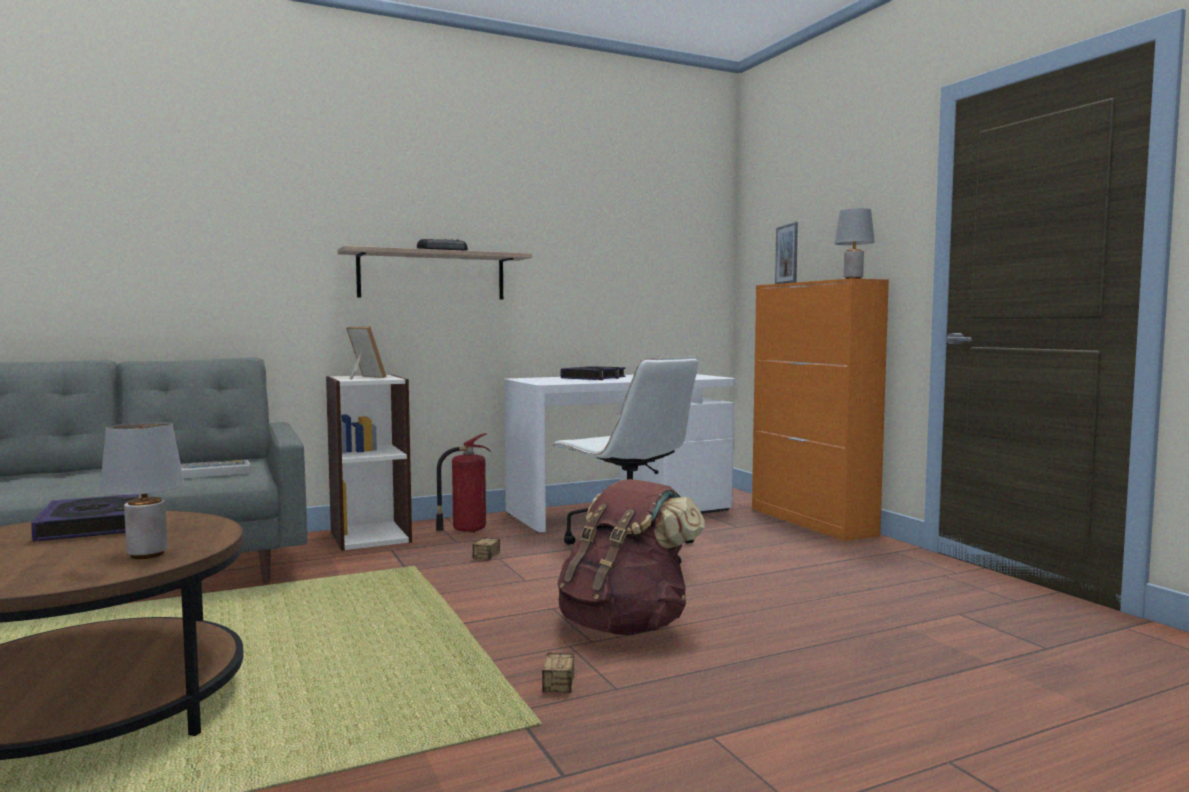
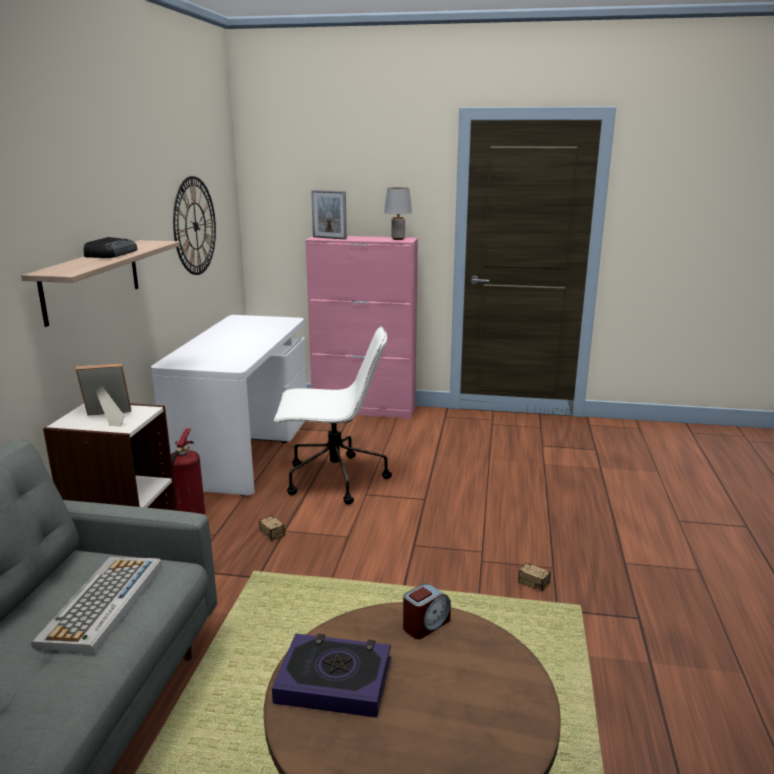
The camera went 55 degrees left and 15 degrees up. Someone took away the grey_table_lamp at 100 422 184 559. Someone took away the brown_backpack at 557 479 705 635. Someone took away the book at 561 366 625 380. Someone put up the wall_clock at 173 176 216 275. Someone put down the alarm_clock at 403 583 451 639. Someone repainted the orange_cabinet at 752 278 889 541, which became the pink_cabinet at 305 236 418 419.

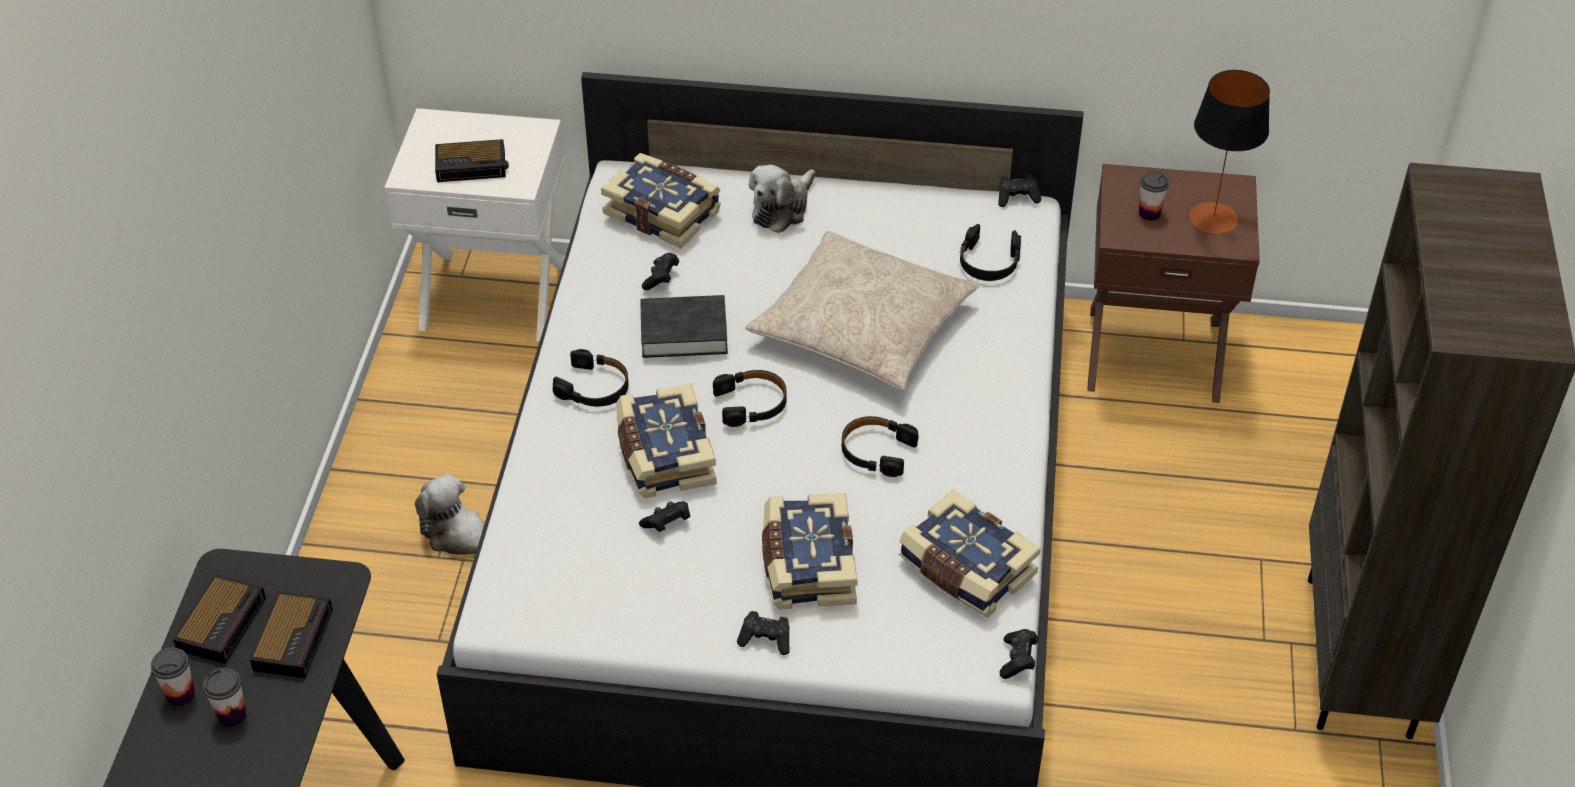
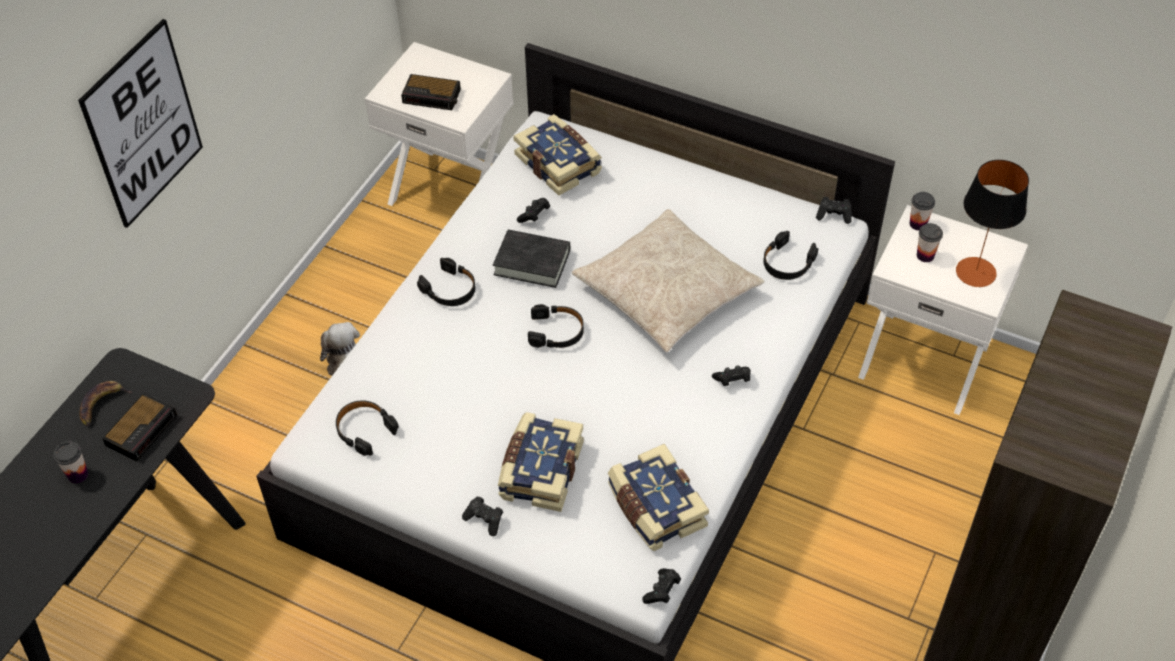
The camera went 20 degrees right and 5 degrees up. Someone took away the book at 616 383 717 498. Someone took away the plush_toy at 749 165 815 233. Someone put up the picture at 78 19 203 228. Someone carried the cup from 151 647 195 706 to 910 192 935 231. Someone carried the black_game_controller from 639 501 690 532 to 712 365 751 386. Someone carried the black_headphones from 842 416 918 477 to 336 400 399 456. Someone swapped the alarm_clock at 173 574 266 664 for the banana at 79 381 133 426. Someone repainted the brown_nightstand at 1087 164 1260 403, which became the white_nightstand at 858 205 1028 415.

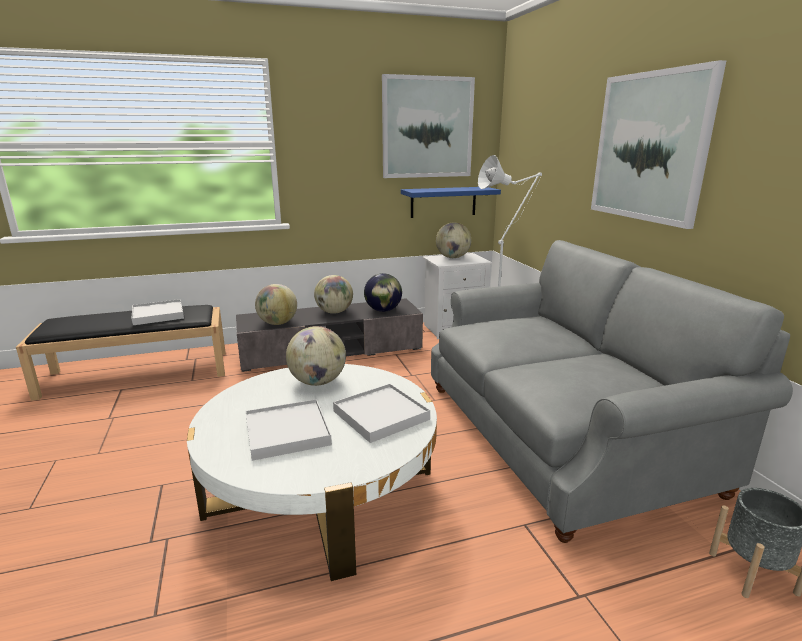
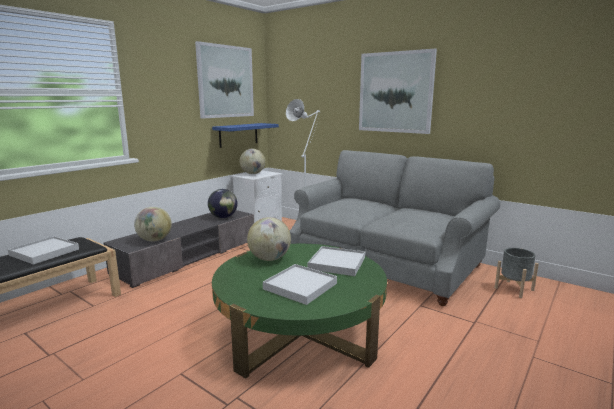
The camera went 35 degrees left and 5 degrees down. Someone took away the globe at 314 275 353 314. Someone repainted the white_coffee_table at 187 364 437 581, which became the green_coffee_table at 212 244 387 378.

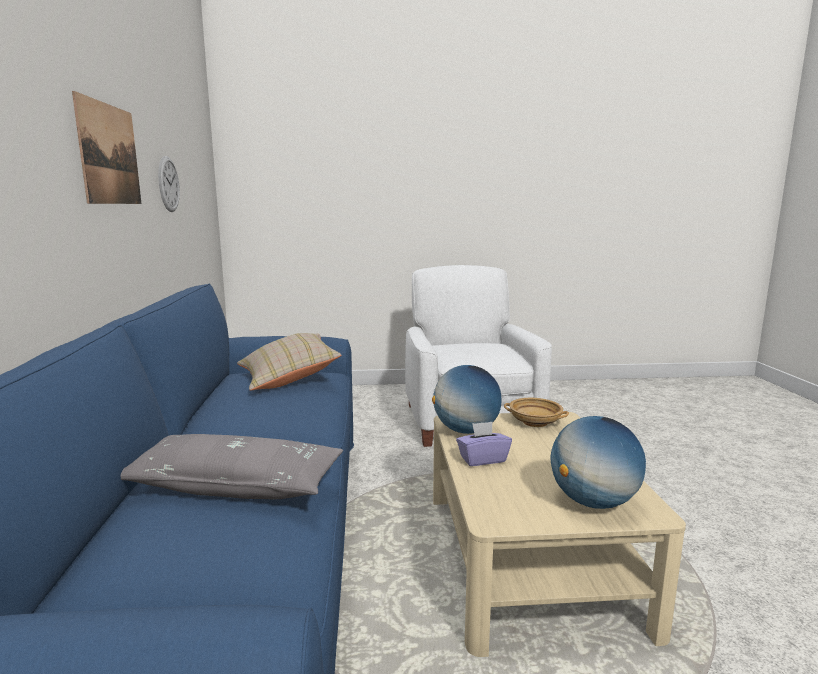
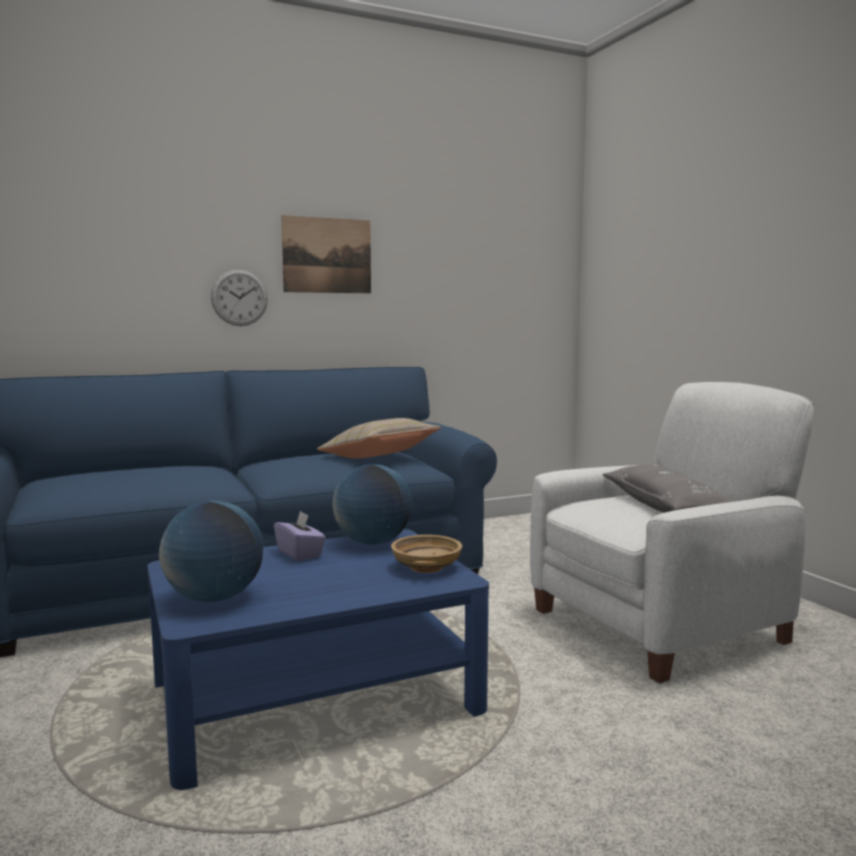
The camera went 70 degrees right and 5 degrees down. Someone carried the grey_pillow from 121 434 343 500 to 602 465 735 513. Someone carried the wall_clock from 158 156 180 212 to 211 269 268 326. Someone repainted the beige_coffee_table at 433 412 686 657, which became the blue_coffee_table at 147 529 489 790.

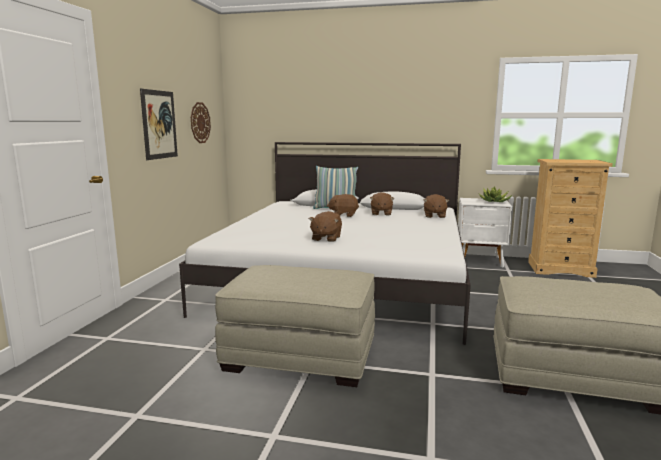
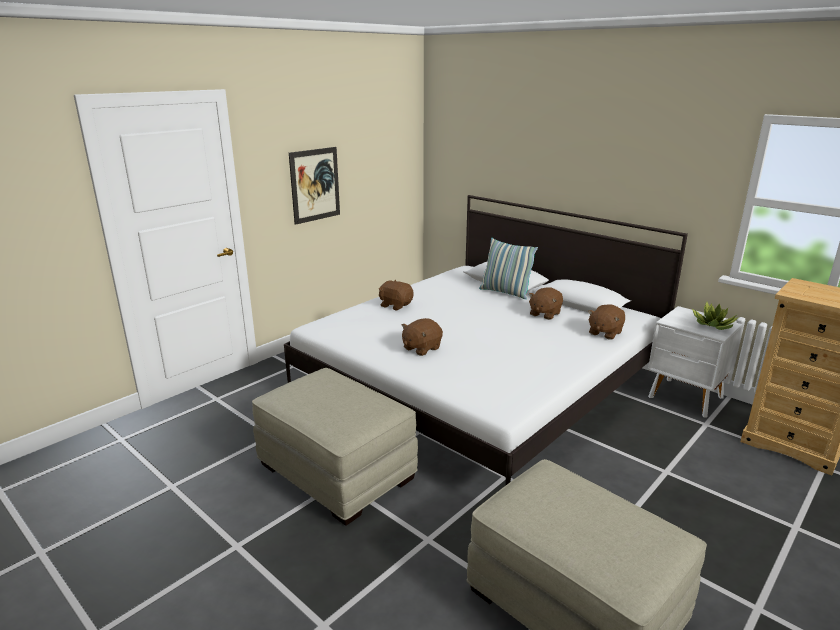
The camera went 30 degrees right and 10 degrees up. Someone took away the wall_clock at 191 102 211 143. Someone carried the brown_plush_toy from 327 194 359 217 to 379 280 414 311.

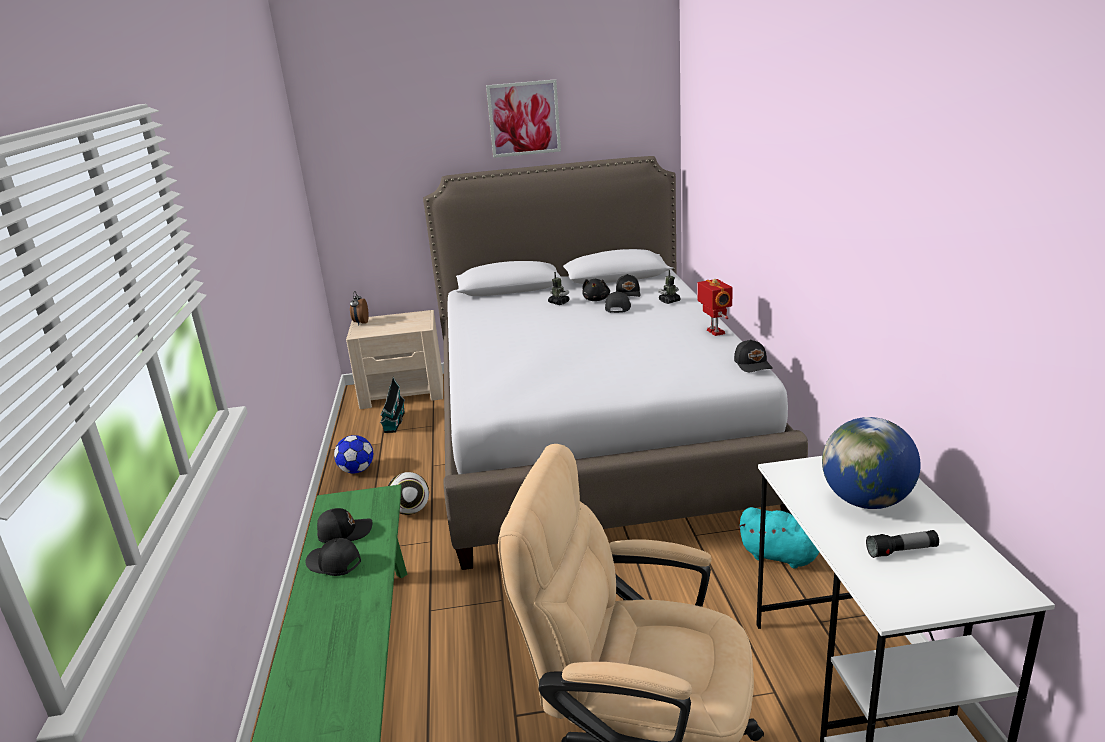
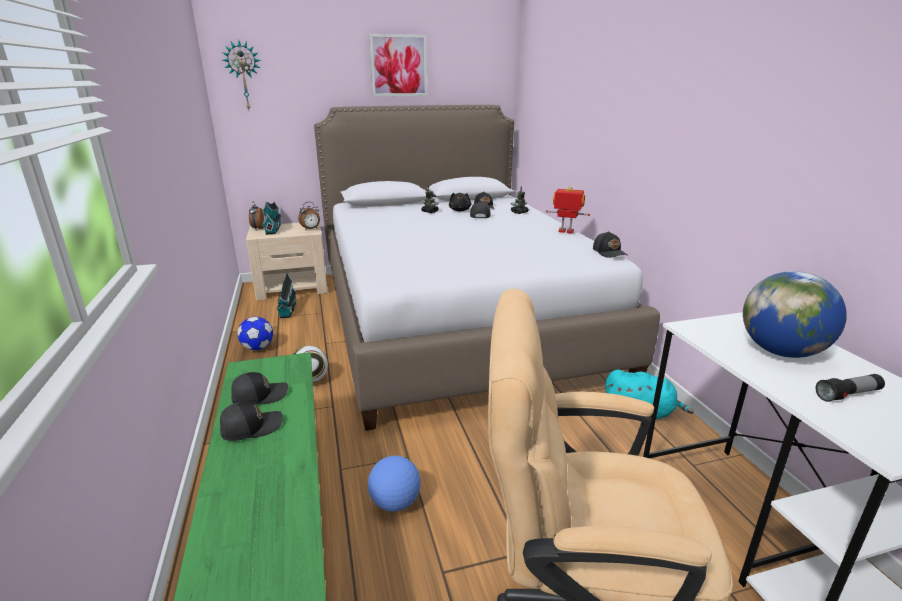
The camera went 10 degrees left and 0 degrees up. Someone put up the wall_clock at 222 40 261 110. Someone put down the toy_house at 262 202 282 235. Someone put down the alarm_clock at 298 202 320 229. Someone put down the football at 368 456 421 512. Someone rotated the black_cap at 305 538 361 576 by 135 degrees clockwise. Someone rotated the toy_robot at 698 279 733 336 by 45 degrees counterclockwise.

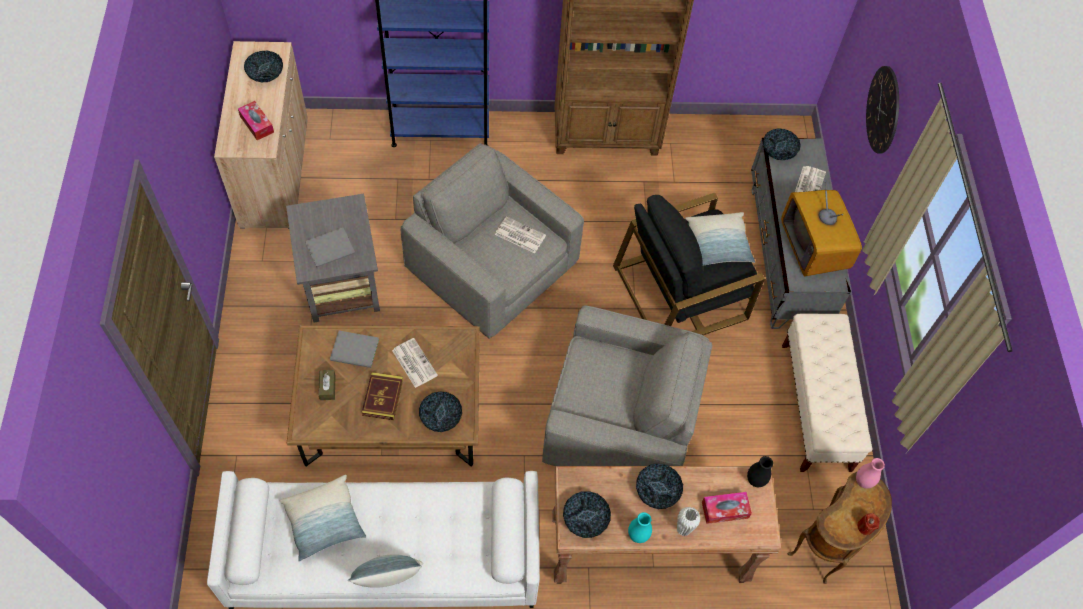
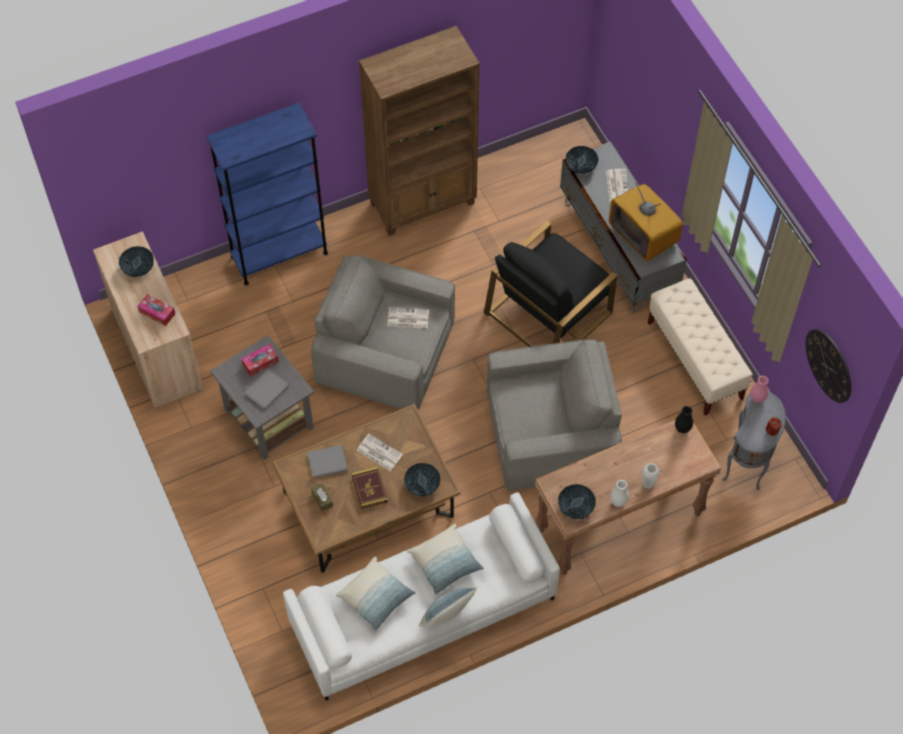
The camera went 20 degrees left and 0 degrees up. Someone took away the bowl at 636 464 683 509. Someone carried the pillow from 685 212 755 266 to 407 524 484 595. Someone carried the tissue_box from 702 492 752 524 to 241 344 279 376. Someone carried the wall_clock from 866 66 899 153 to 806 329 851 403. Someone repainted the turquoise_vase at 628 512 652 543, which became the white_vase at 610 480 629 507. Someone repainted the brown_side_table at 788 472 892 584, which became the grey_side_table at 722 392 786 490.

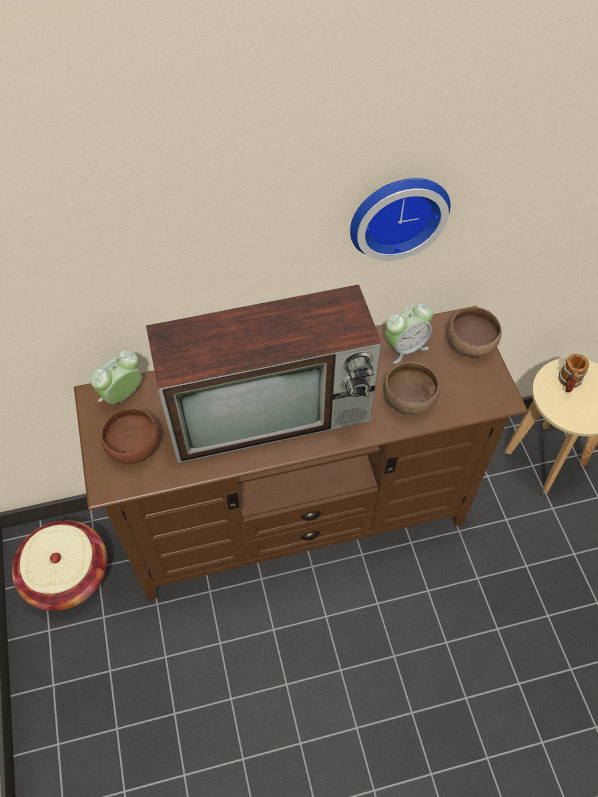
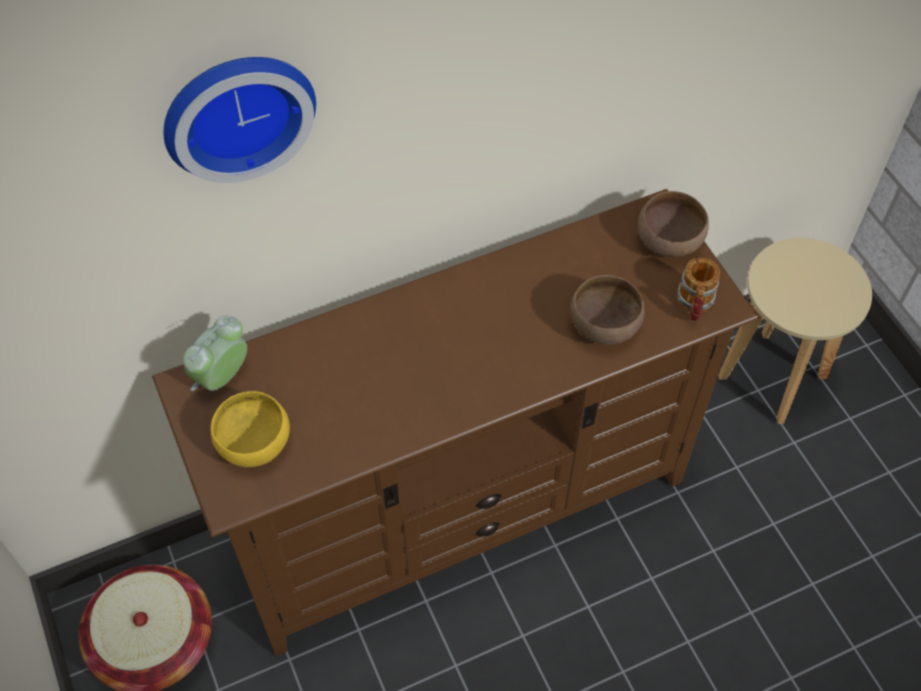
The camera went 10 degrees left and 0 degrees up. Someone took away the television at 146 285 382 463. Someone took away the alarm_clock at 385 304 433 364. Someone carried the wall_clock from 350 178 451 261 to 164 57 316 183. Someone carried the mug from 559 354 589 393 to 677 258 720 321. Someone repainted the brown_bowl at 101 408 160 464, which became the yellow_bowl at 211 391 290 467.

